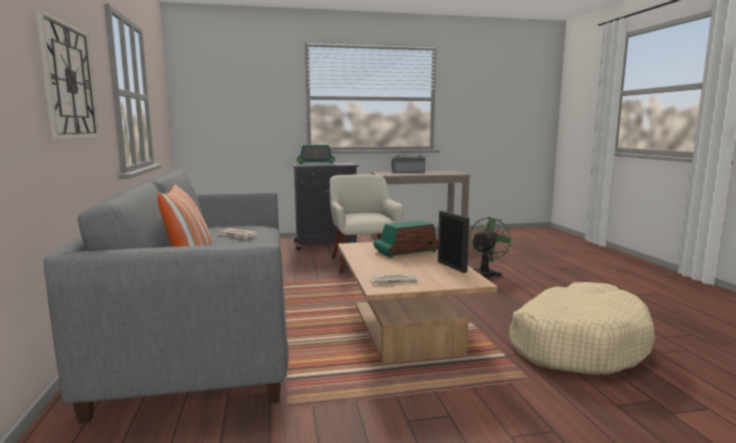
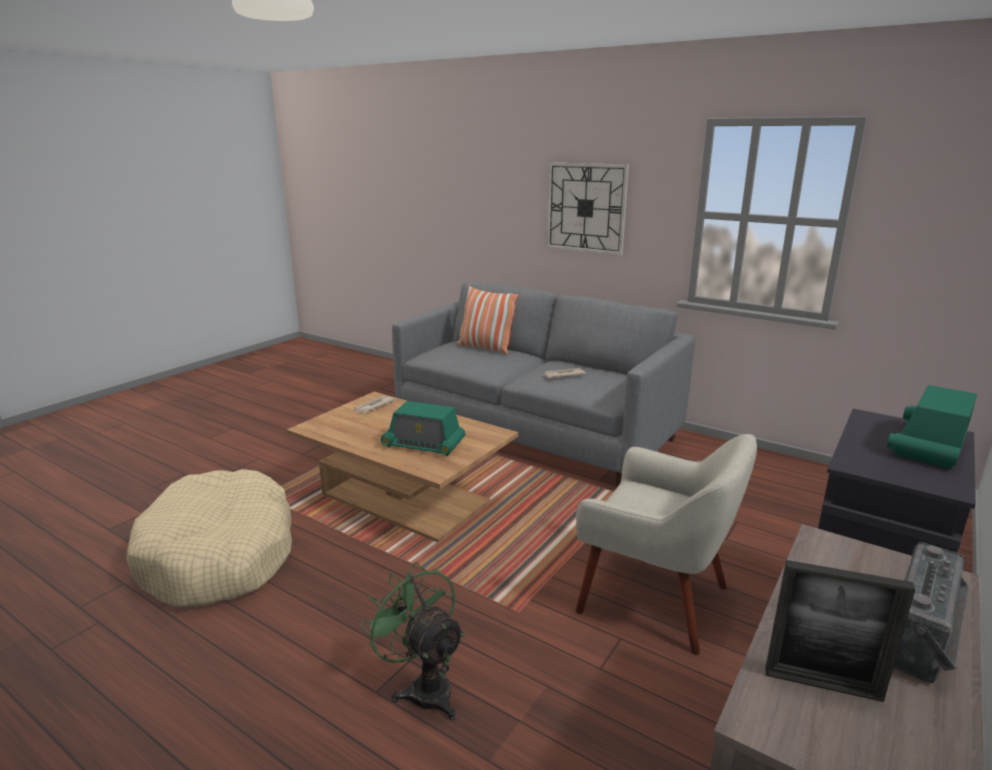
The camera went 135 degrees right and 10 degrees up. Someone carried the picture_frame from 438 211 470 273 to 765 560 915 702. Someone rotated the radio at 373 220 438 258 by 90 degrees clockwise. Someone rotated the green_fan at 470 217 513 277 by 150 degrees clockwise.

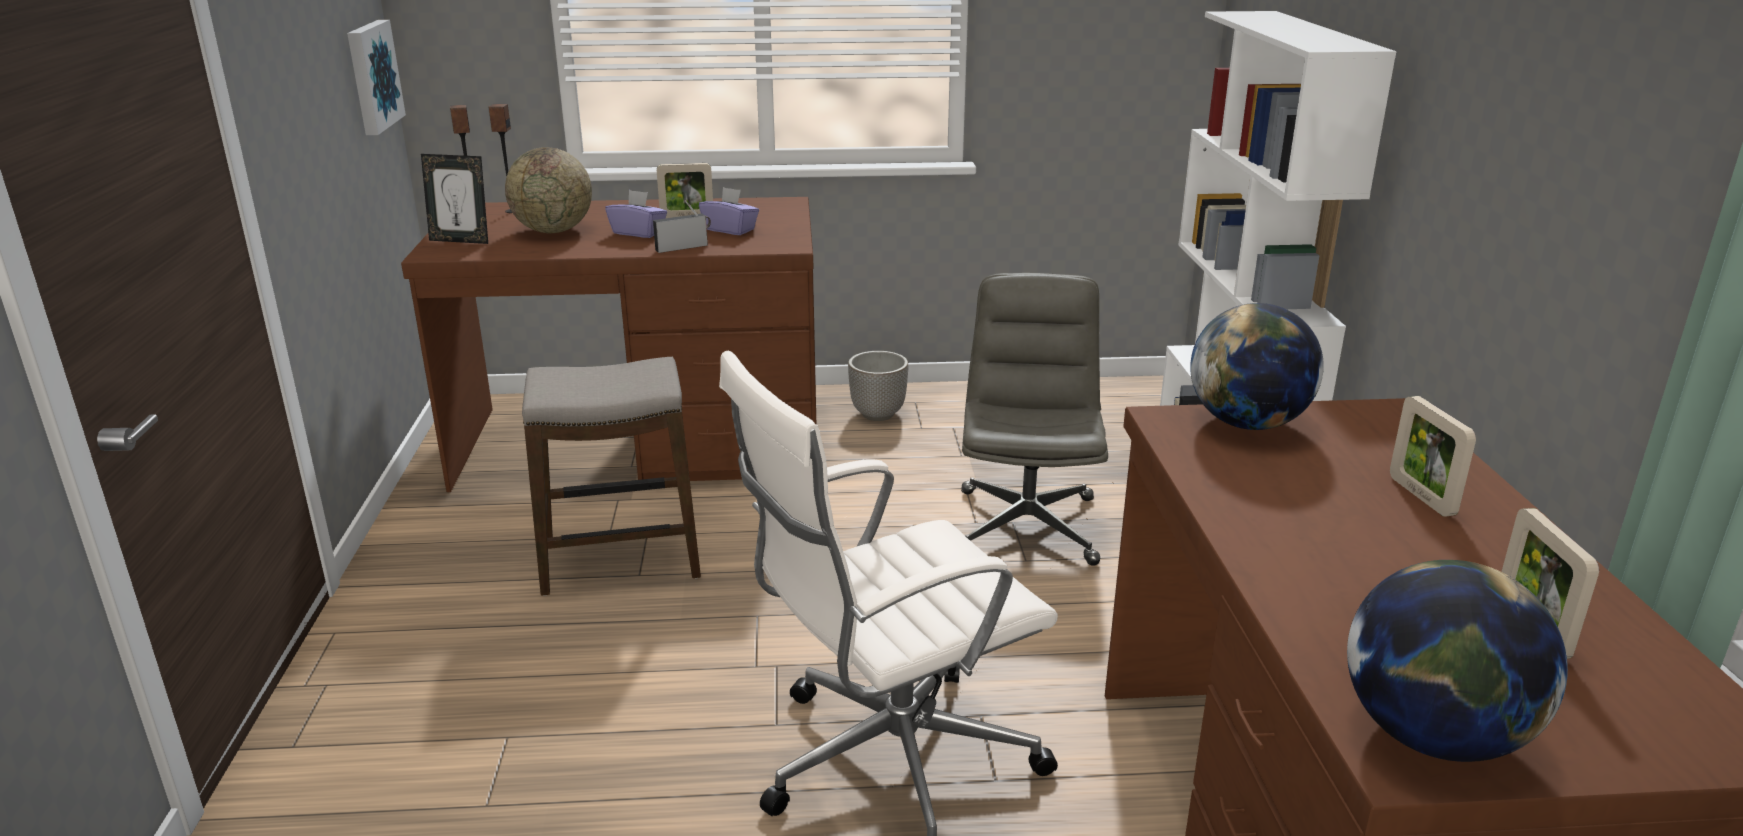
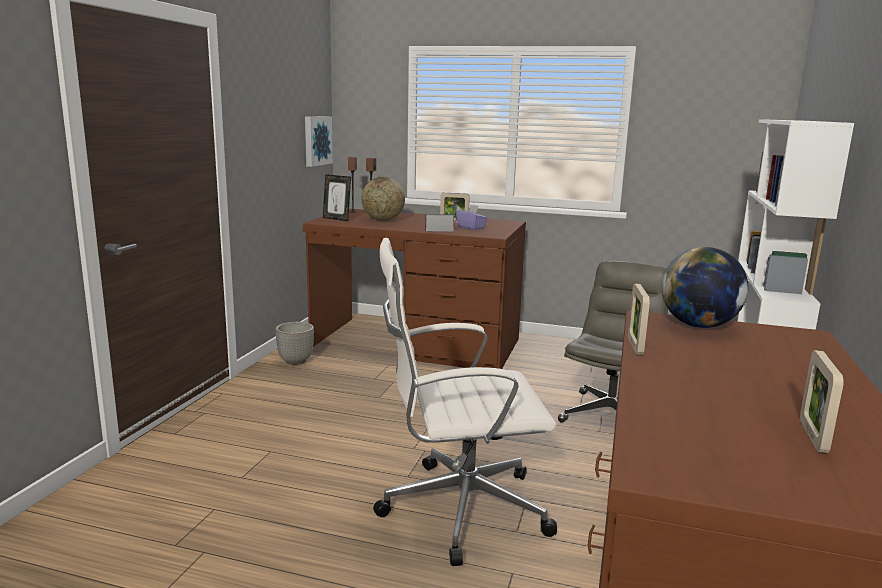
The camera went 20 degrees right and 10 degrees down. Someone took away the stool at 522 357 701 596. Someone took away the purple_tissue_box at 605 190 667 238. Someone took away the globe at 1347 560 1568 762. Someone carried the planter from 848 351 909 421 to 275 322 314 365. Someone carried the picture_frame from 1390 396 1476 517 to 628 283 650 355.

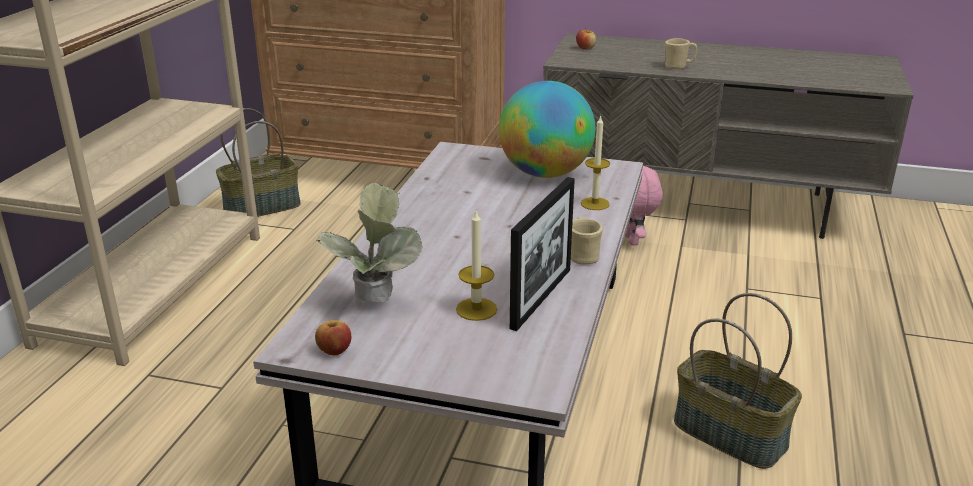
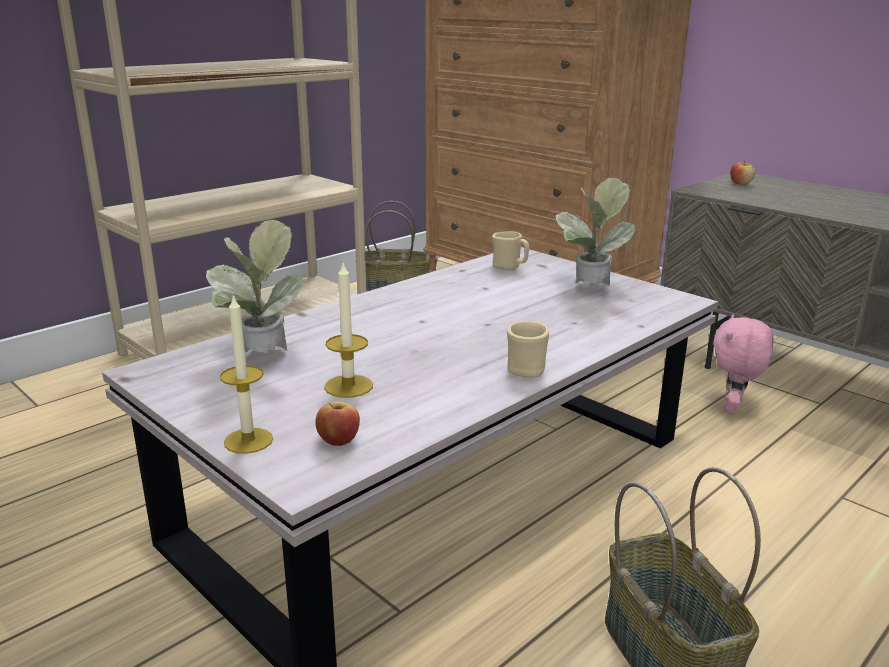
The camera went 30 degrees right and 5 degrees down. Someone took away the picture_frame at 510 177 575 331. Someone carried the apple from 315 321 351 355 to 315 402 360 446. Someone carried the candle from 581 115 610 210 to 220 294 273 454. Someone carried the beige_mug from 665 38 697 69 to 492 231 529 270. Someone swapped the globe at 499 81 596 178 for the potted_plant at 556 177 636 286.

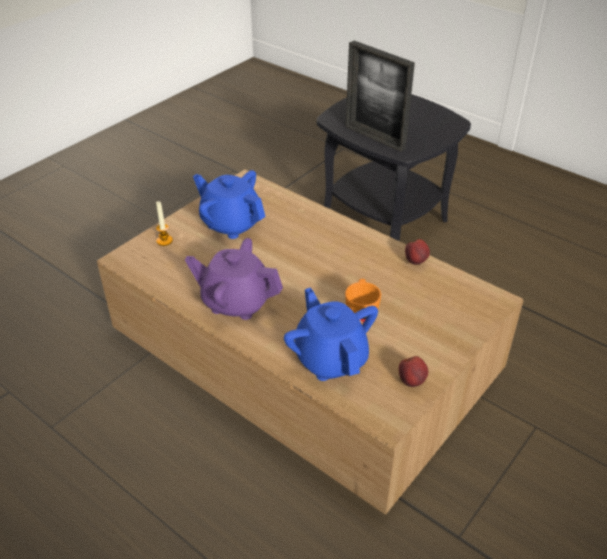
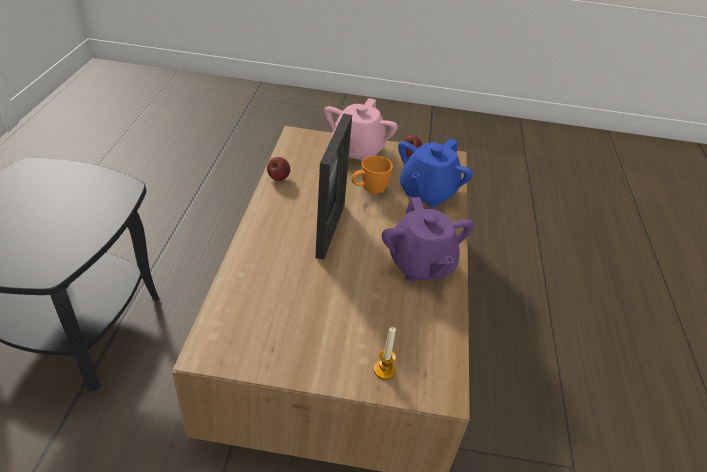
The camera went 125 degrees left and 0 degrees up. Someone took away the blue_teapot at 193 170 266 239. Someone put down the pink_teapot at 324 98 398 162. Someone carried the picture_frame from 346 41 415 152 to 315 113 352 260.

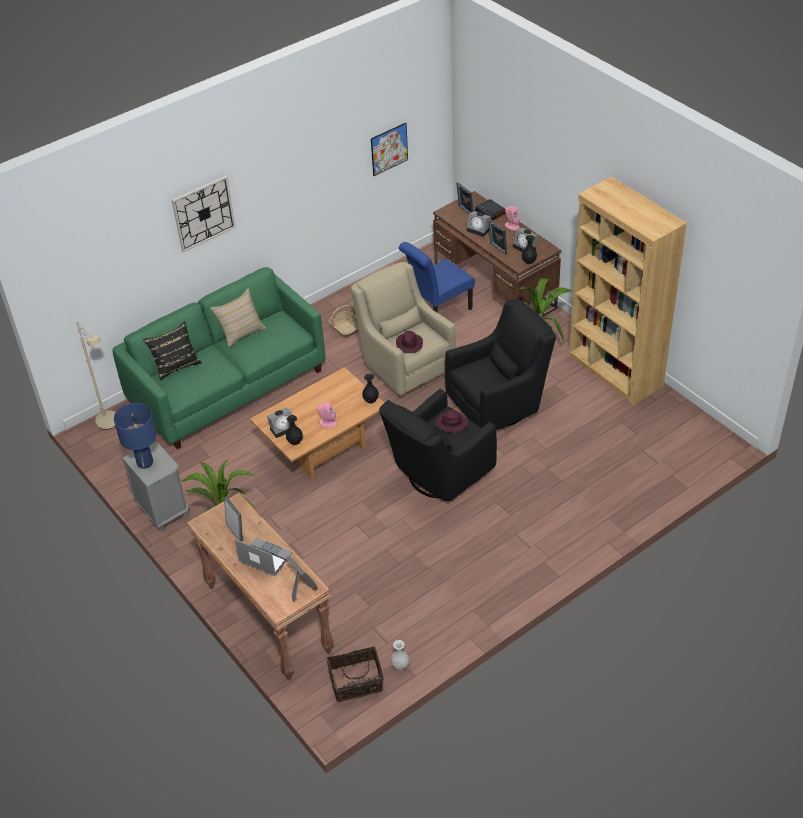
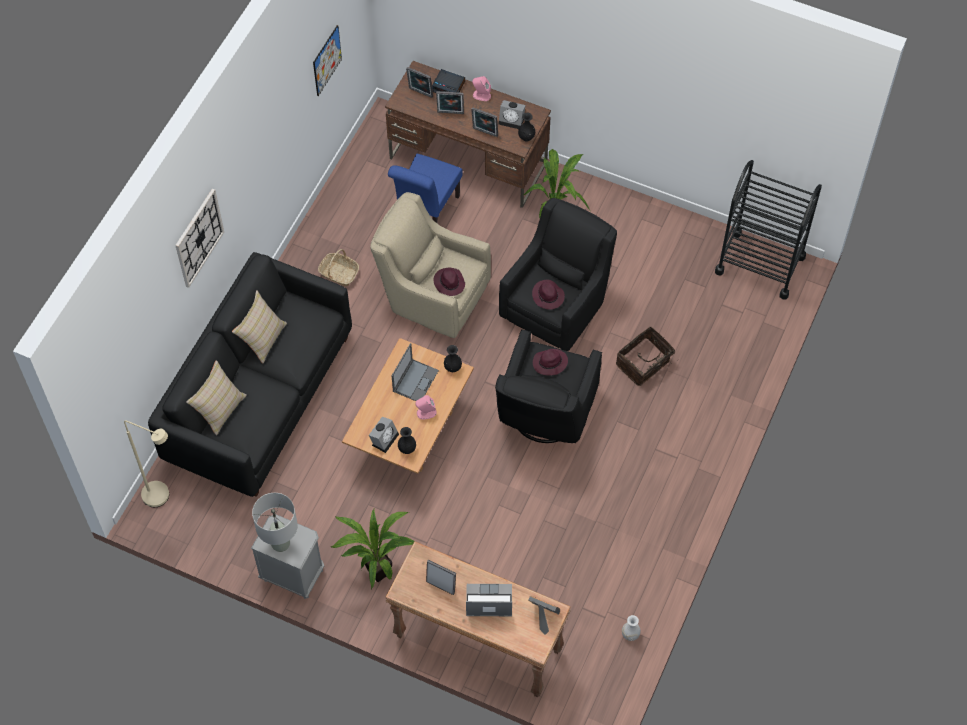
The camera went 30 degrees left and 15 degrees up. Someone took away the brown_bookcase at 569 177 687 406. Someone put down the laptop at 392 343 439 401. Someone put down the purple_hat at 532 280 565 310. Someone put down the black_cart at 715 160 822 300. Someone carried the basket from 327 646 384 702 to 616 327 679 386. Someone swapped the alarm_clock at 467 211 491 237 for the picture_frame at 436 91 464 114. Someone repainted the green_sofa at 113 267 325 449, which became the black_sofa at 148 252 352 497. Someone repainted the blue_table_lamp at 114 403 157 469, which became the grey_table_lamp at 252 493 298 552. Someone repainted the black_pillow at 143 321 202 380, which became the beige_pillow at 186 360 247 435.

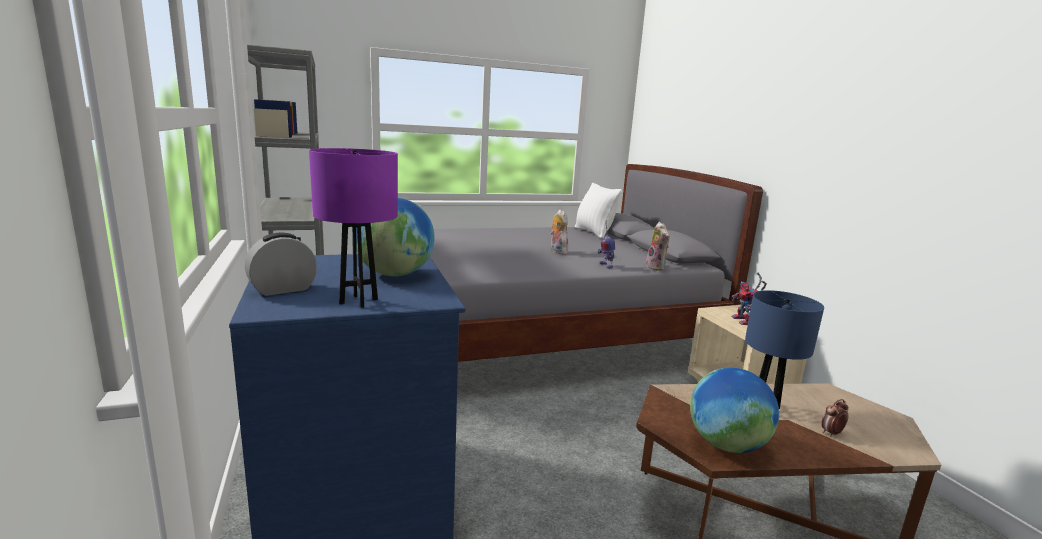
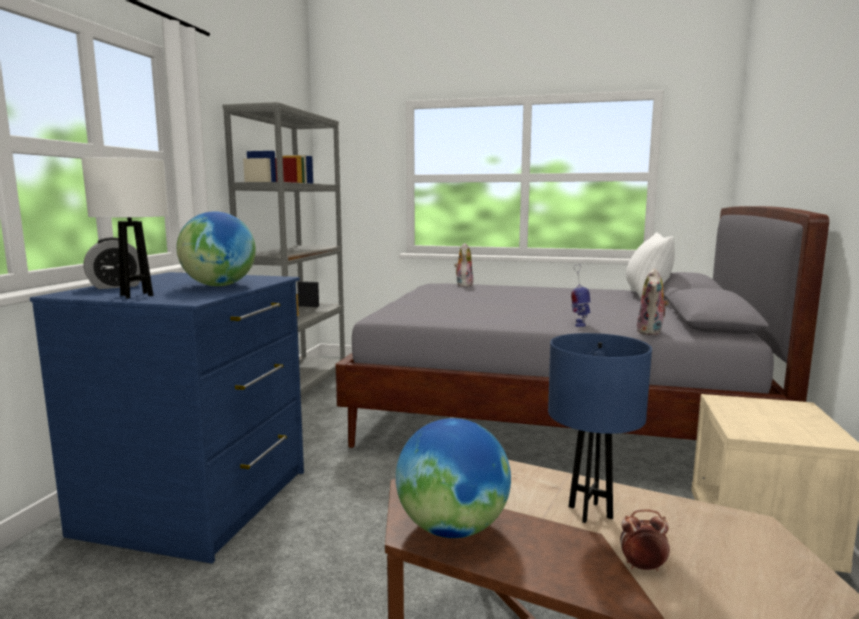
The camera went 35 degrees right and 5 degrees down. Someone took away the toy_robot at 732 273 767 325. Someone carried the plush_toy from 550 210 568 254 to 454 243 473 287. Someone repainted the purple_table_lamp at 309 148 398 308, which became the white_table_lamp at 81 157 168 299. Someone rotated the alarm_clock at 245 233 317 296 by 150 degrees clockwise.

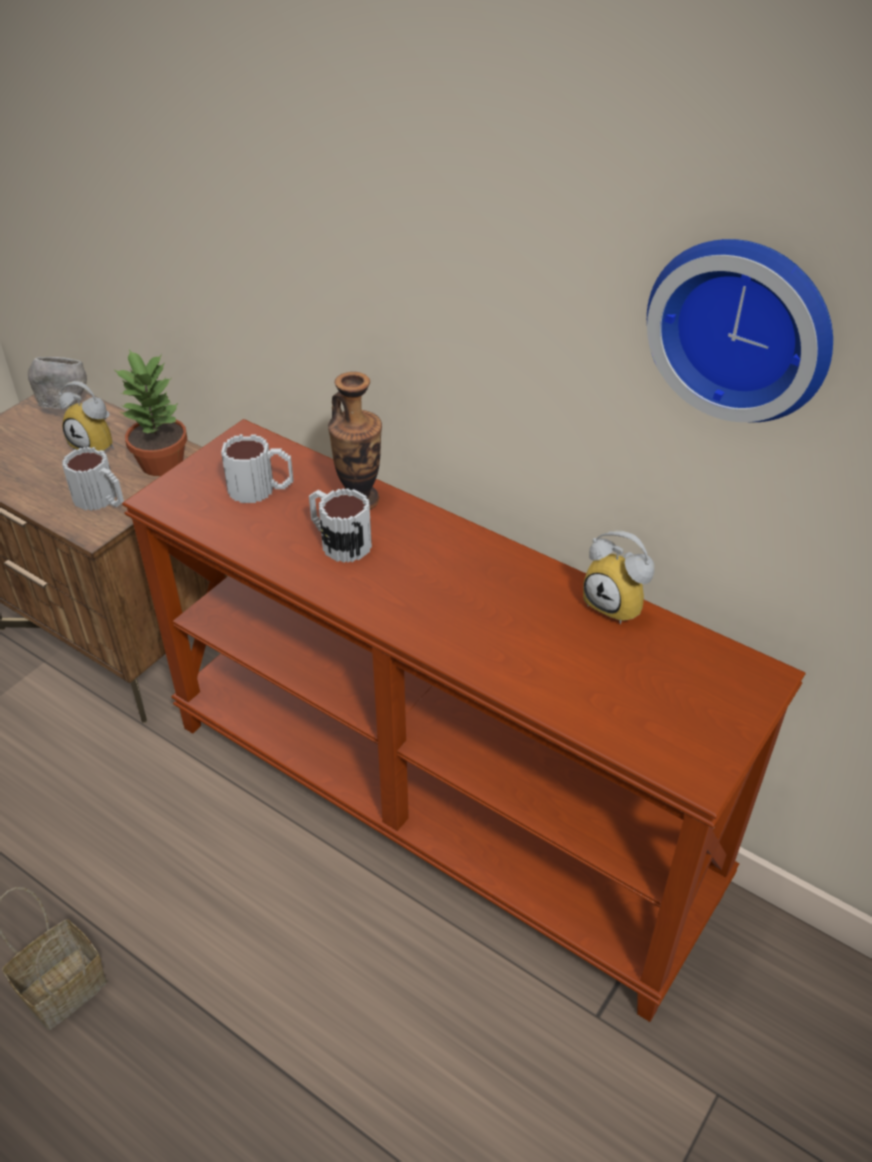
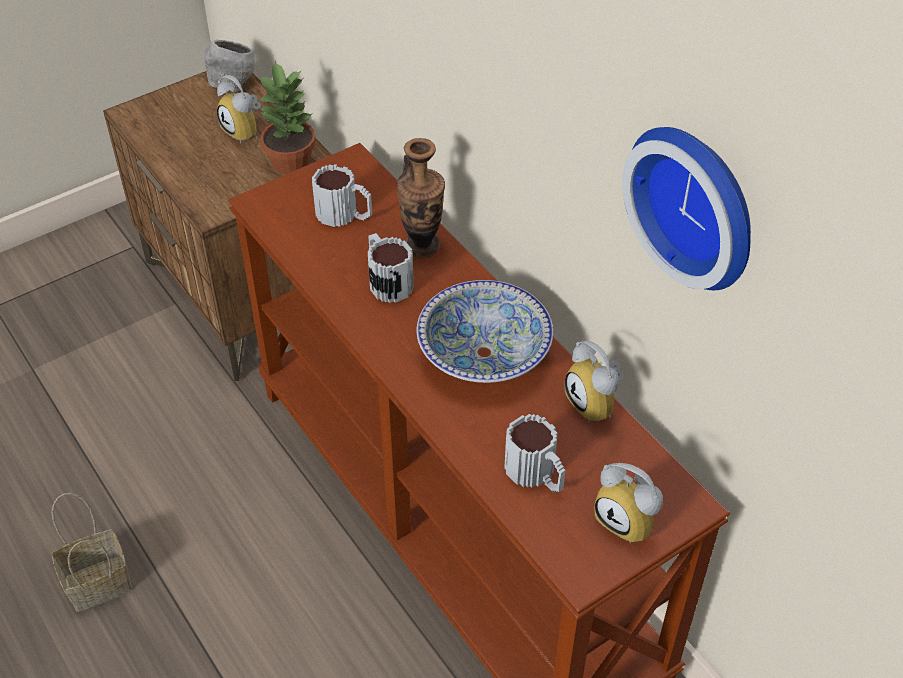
The camera went 20 degrees right and 5 degrees up. Someone put down the bowl at 417 280 553 383. Someone put down the alarm_clock at 595 463 663 543. Someone carried the mug from 62 447 124 511 to 504 414 566 492.

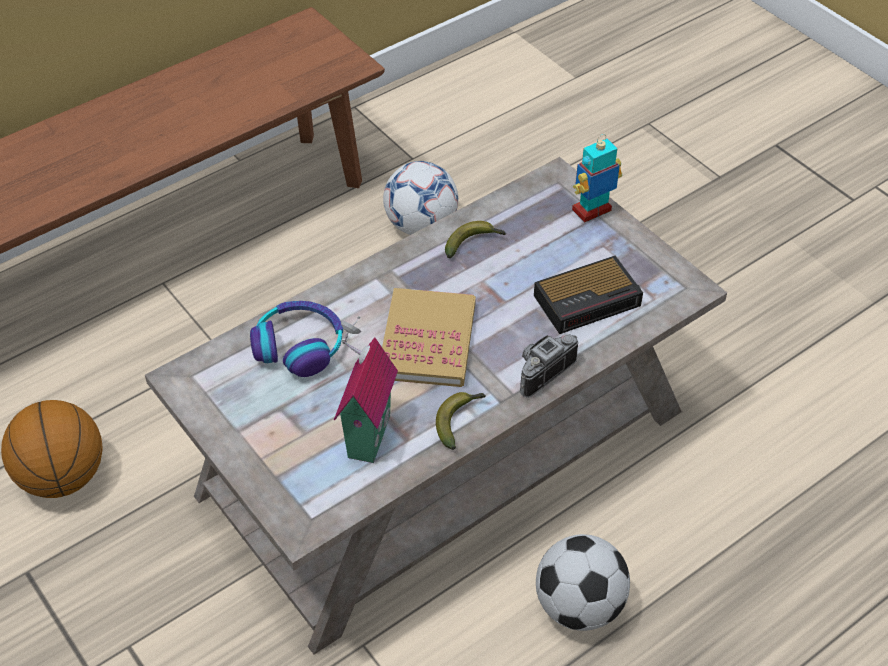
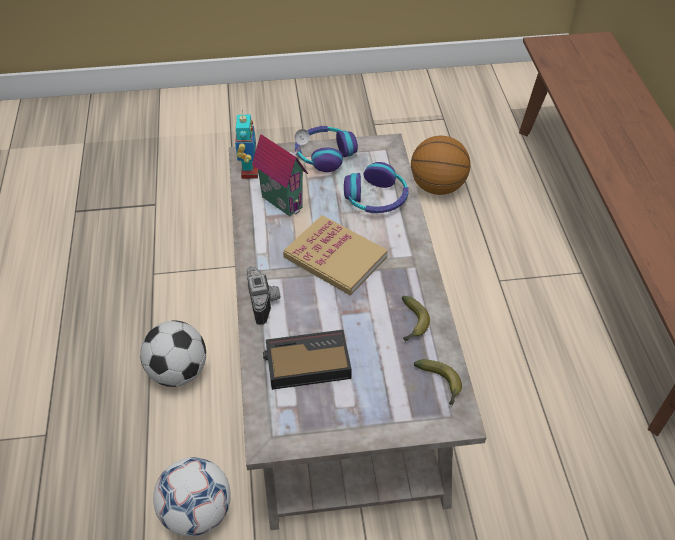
The camera went 120 degrees right and 0 degrees up. Someone put down the headphones at 295 126 358 172. Someone carried the football from 383 161 458 235 to 153 457 231 537. Someone carried the banana from 436 392 486 450 to 414 359 462 406. Someone carried the toy_robot from 572 134 622 222 to 235 110 258 179. Someone rotated the alarm_clock at 534 256 643 334 by 75 degrees clockwise.

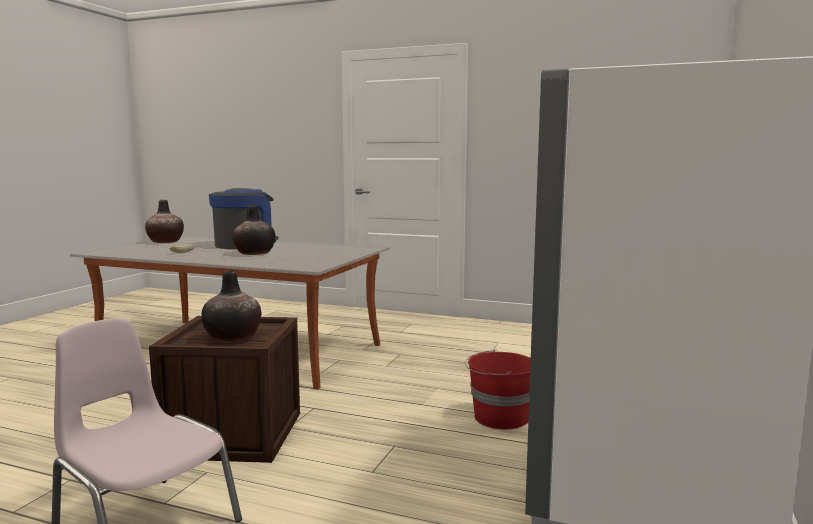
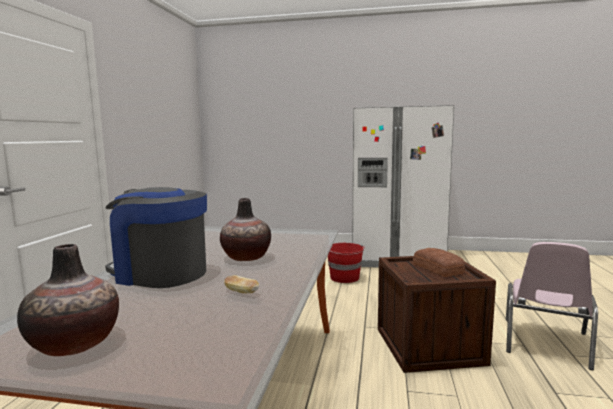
The camera went 100 degrees left and 0 degrees up. Someone swapped the vase at 202 271 262 343 for the bread at 413 248 465 277.

